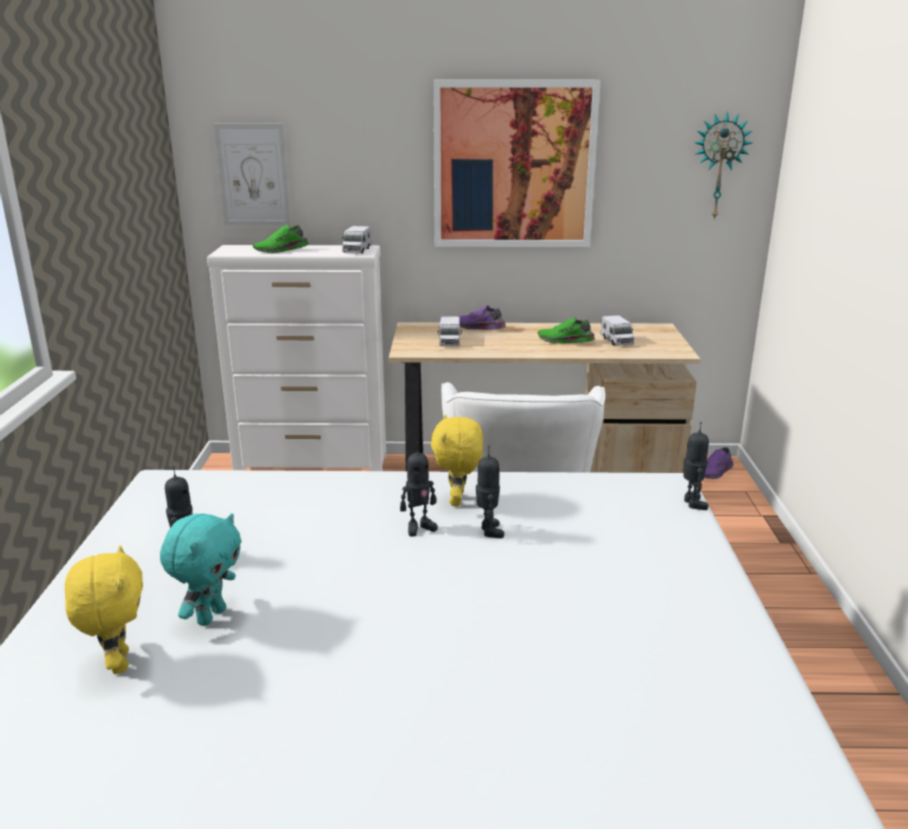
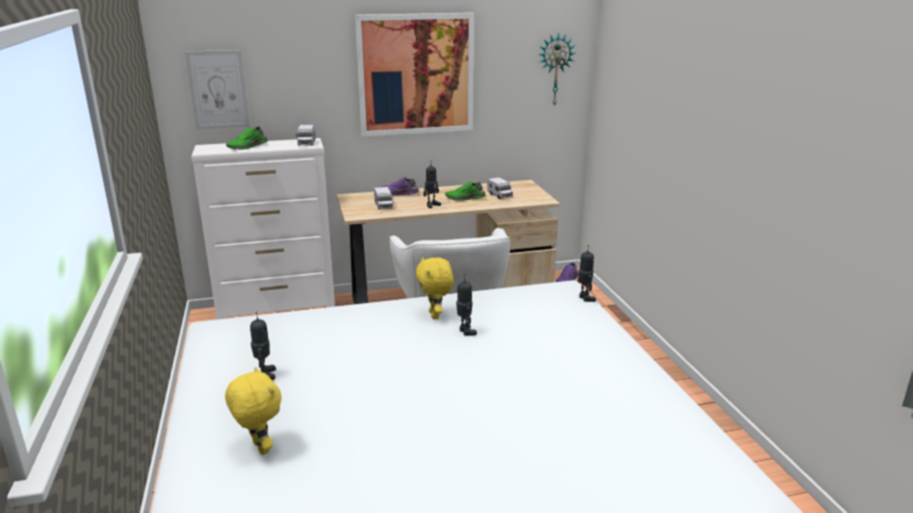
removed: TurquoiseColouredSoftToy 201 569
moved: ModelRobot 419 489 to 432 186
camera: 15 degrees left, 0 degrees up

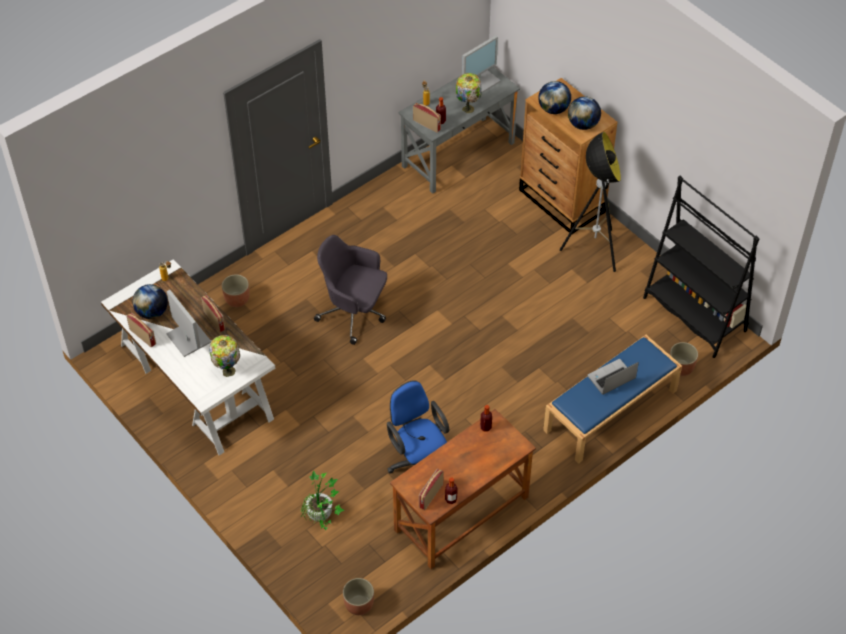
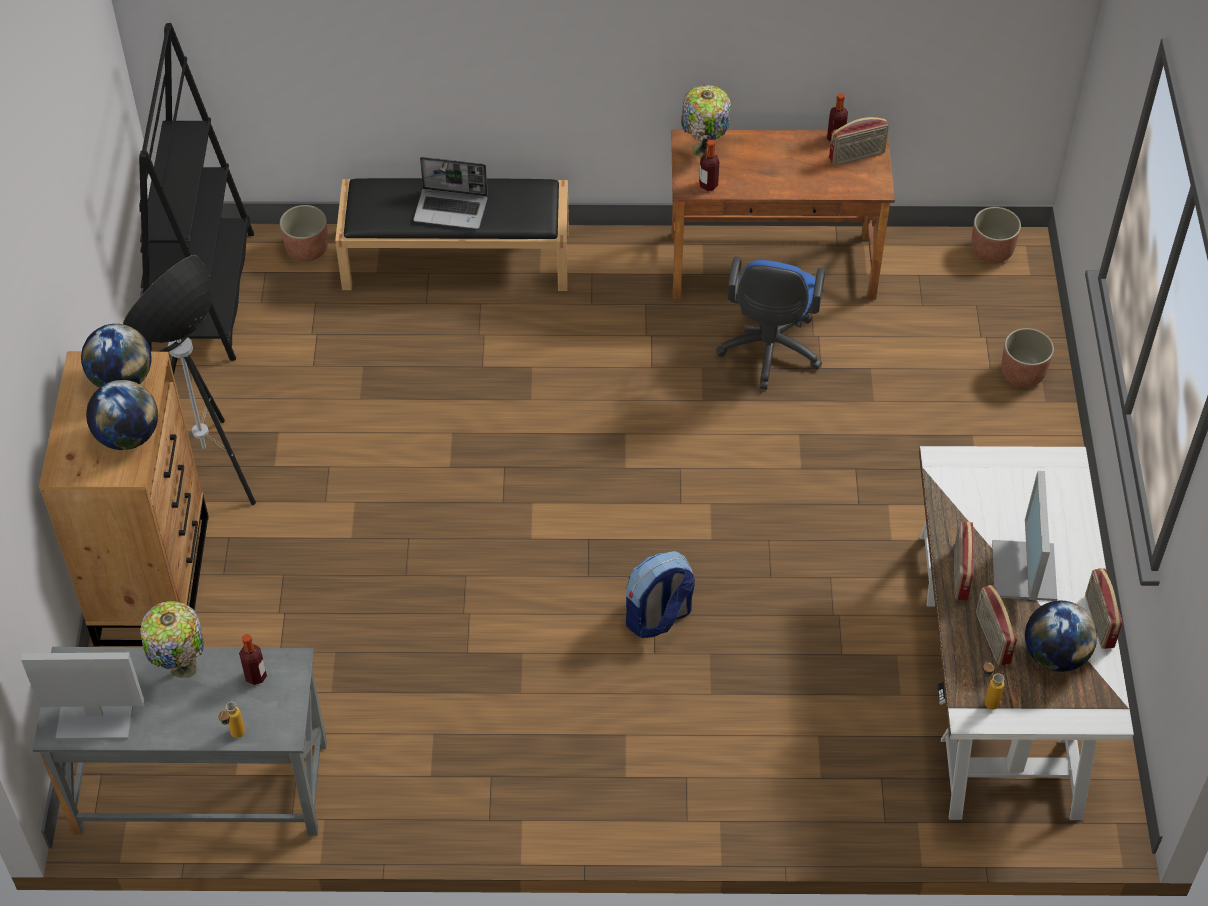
removed: PlantInAPot 323 500
moved: LampForATable 224 356 to 706 121; Planter 235 290 to 1028 357; RadioReceiver 427 118 to 996 625
replaced: GrayDeskChair 350 290 to Backpack 660 594
recoloured: BlueBench 612 399 to BlackishBench 452 234
camera: 140 degrees left, 0 degrees up

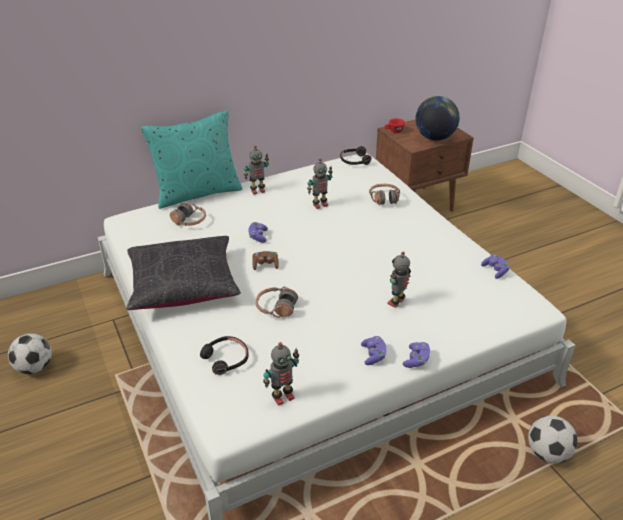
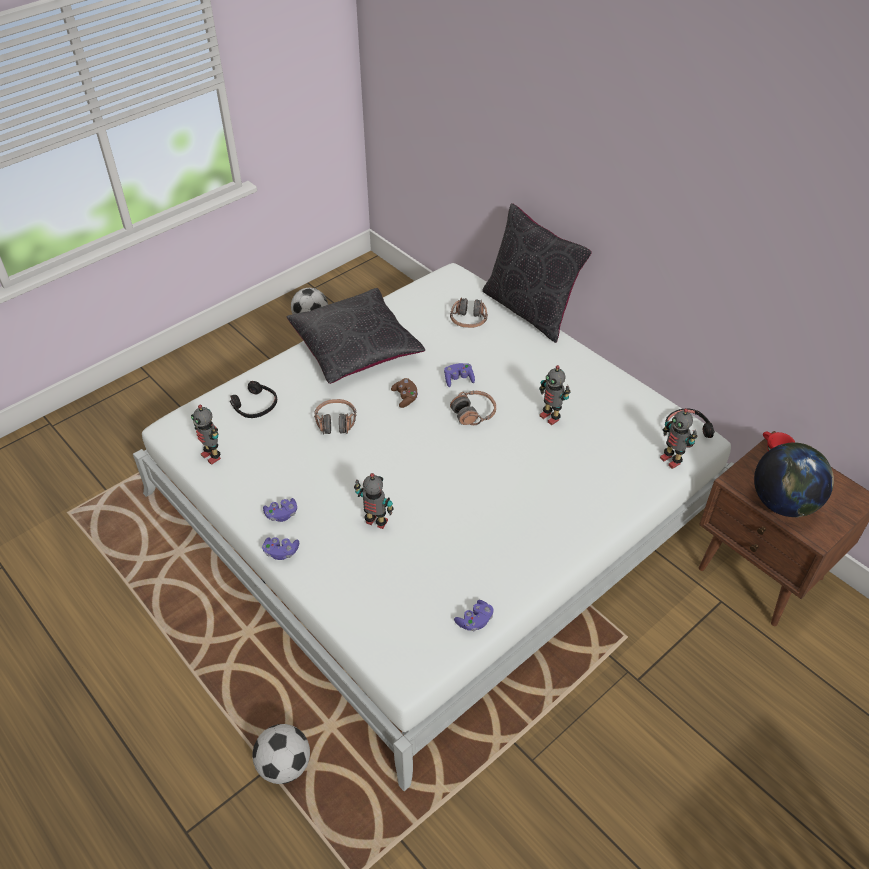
moved: ModelRobot 256 169 to 678 438; Headphones 384 194 to 473 408
recoloured: TurquoiseColouredPillow 191 160 to BlackishPillow 537 273
camera: 75 degrees right, 10 degrees up

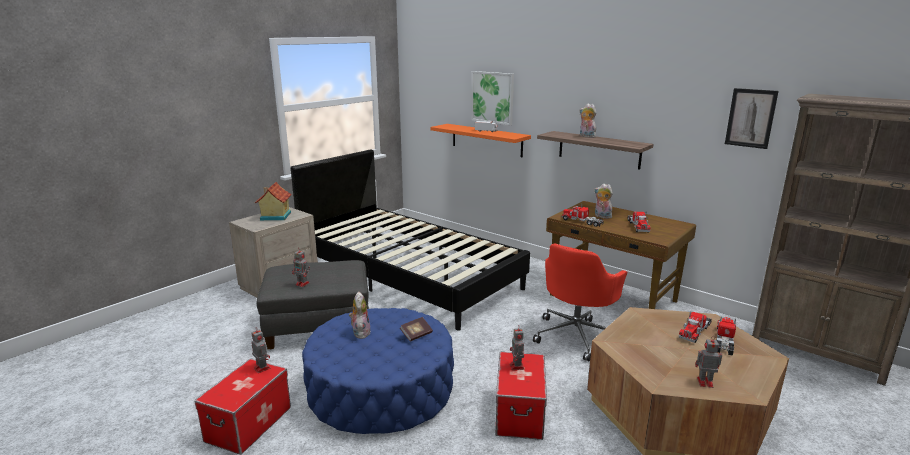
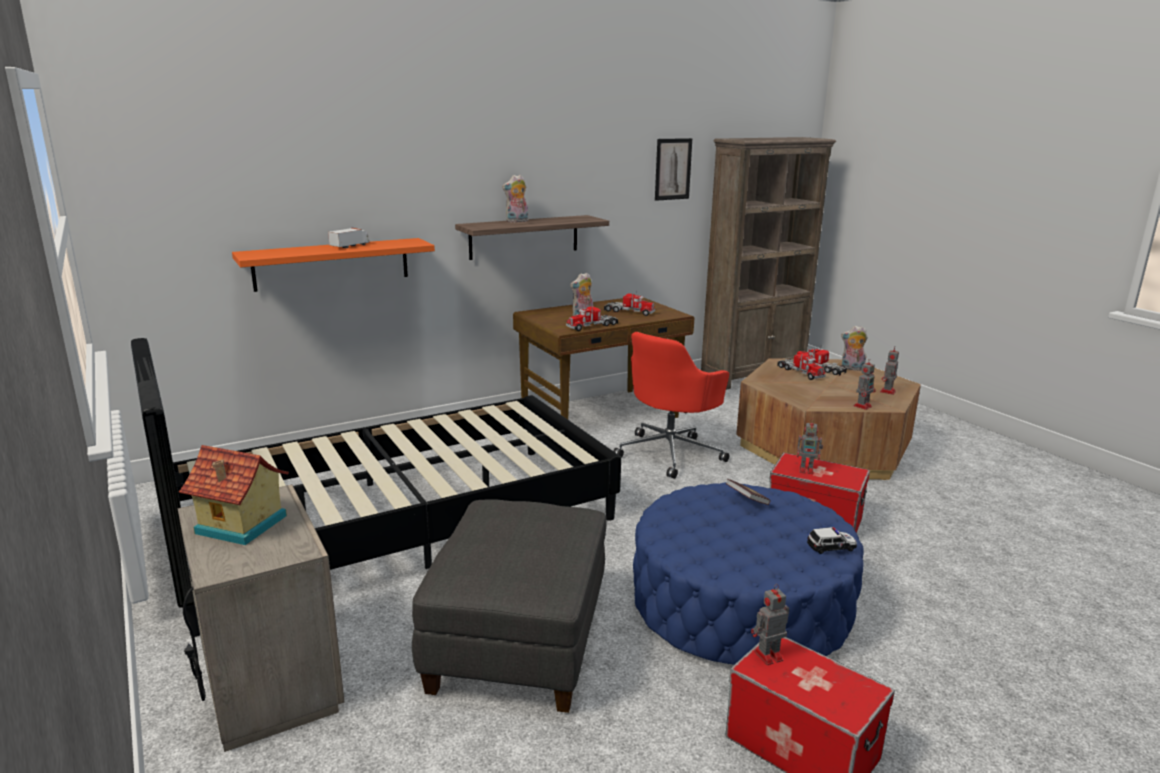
removed: WallArt 492 98
added: ModelCar 832 540
moved: ModelRobot 301 267 to 865 384; SoftToy 360 315 to 854 348
turned: RedDeskChair 580 303 = 671 405 75 degrees clockwise
camera: 70 degrees left, 0 degrees up

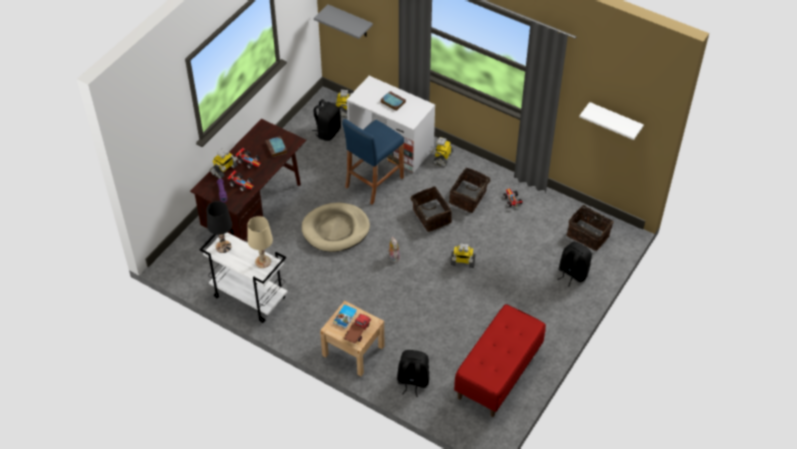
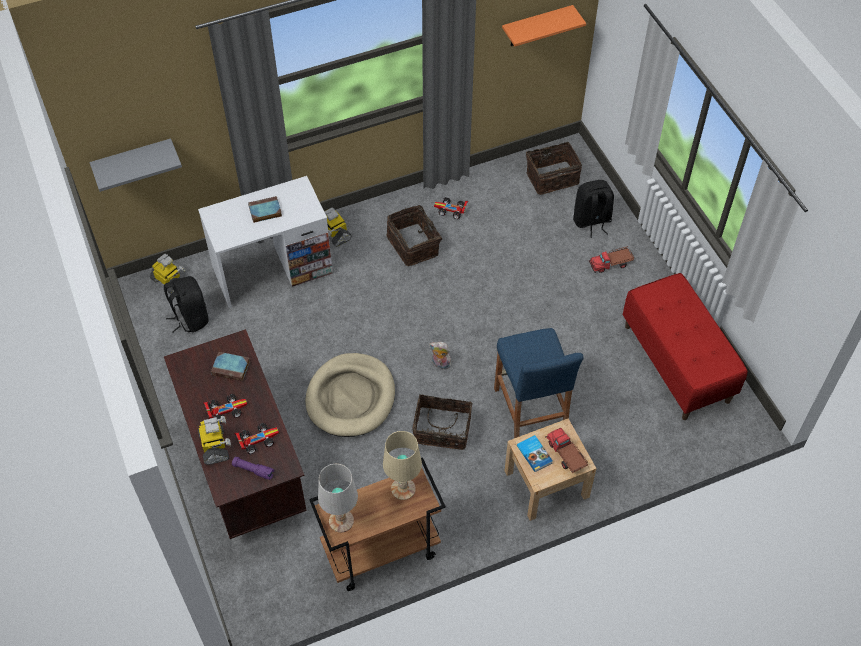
removed: BlackishBackpack 413 373; ModelRobot 463 255
added: ToyTruck 611 259
moved: BlueStoolSeat 373 162 to 539 383; HouseholdBasket 431 209 to 442 422
recoloured: WhitishTrolley 243 276 to BrownColouredTrolley 377 524; BlackishLampForATable 219 227 to WhitishLampForATable 338 498; WhitishBracketShelf 611 121 to OrangeColouredBracketShelf 544 26
camera: 55 degrees left, 5 degrees up

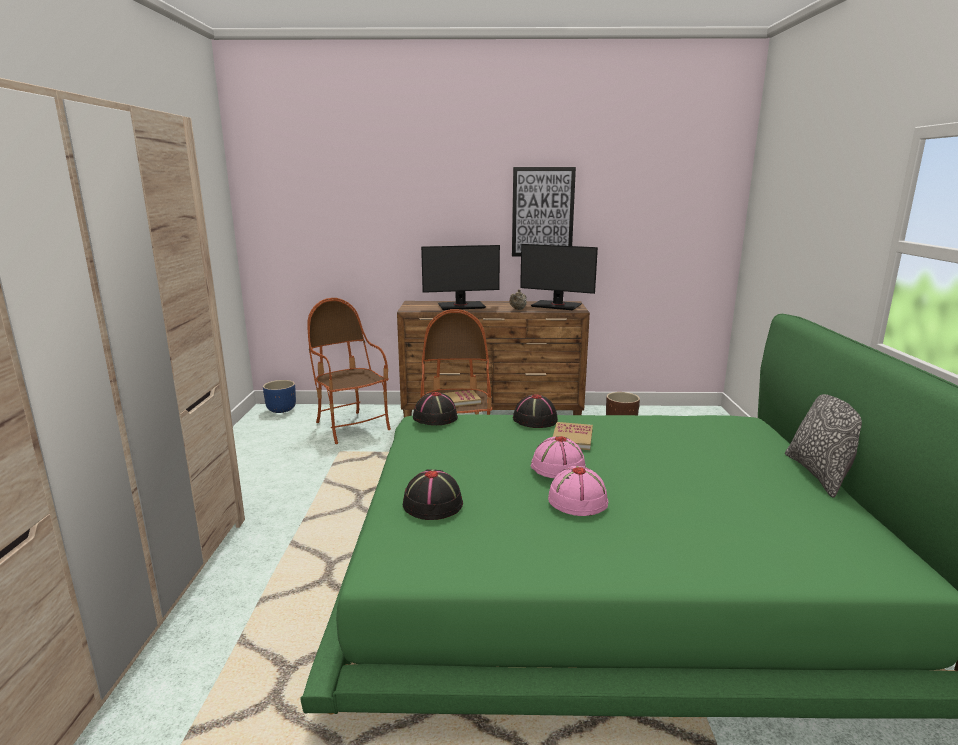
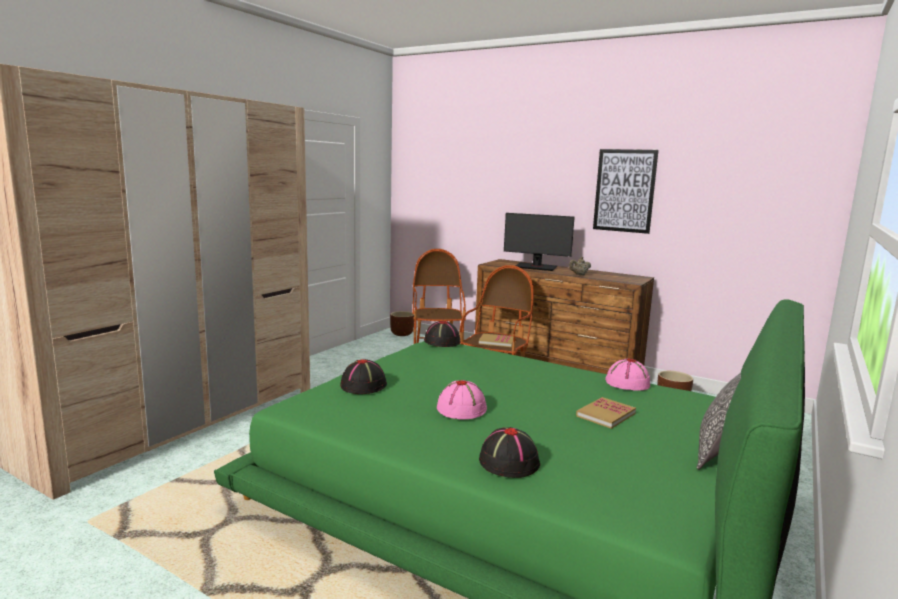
removed: ComputerDisplay 559 277
moved: BlackishWearableHat 535 411 to 509 452; PinkishWearableHat 558 457 to 627 374; BoundBook 573 436 to 606 413
recoloured: BluePlanter 279 396 to BrownColouredPlanter 402 323
camera: 30 degrees right, 5 degrees down

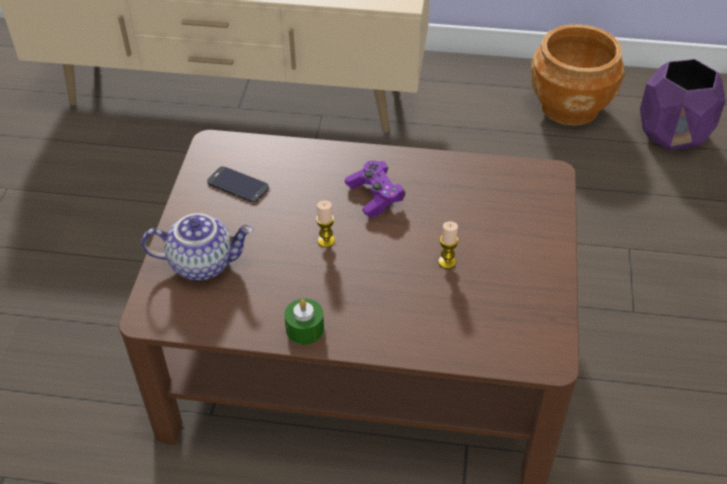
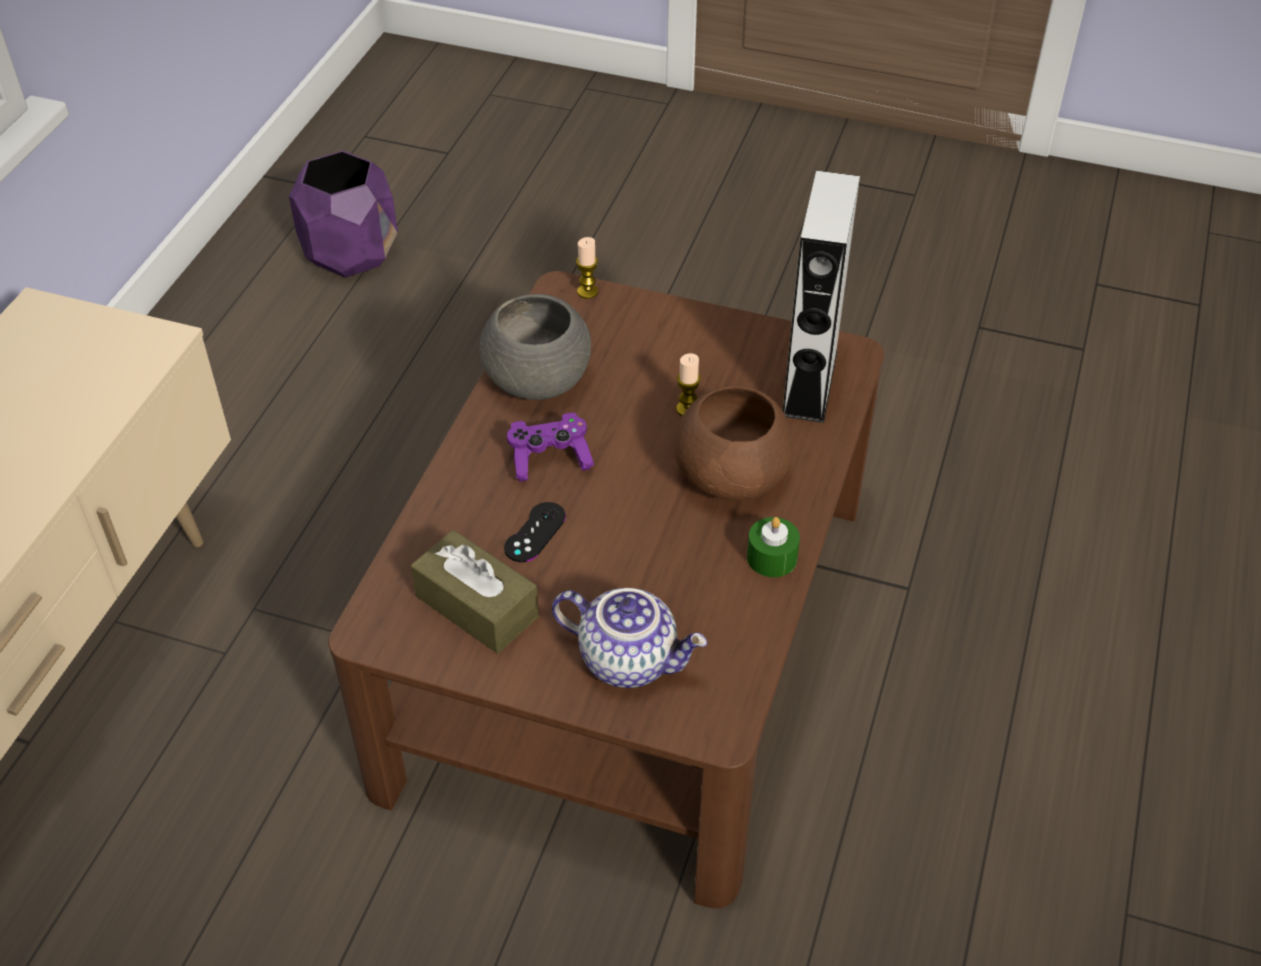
removed: BrownColouredPlanter 578 75
added: GrayDeepDish 535 347; BlackishJoypad 535 532; BrownColouredDeepDish 733 443; GraySpeaker 821 297
moved: WaxCandle 325 224 to 587 268
replaced: Phone 238 184 to BrownColouredBoxOfTissues 475 592
turned: Teapot 197 246 = 629 638 105 degrees clockwise
camera: 80 degrees left, 0 degrees up

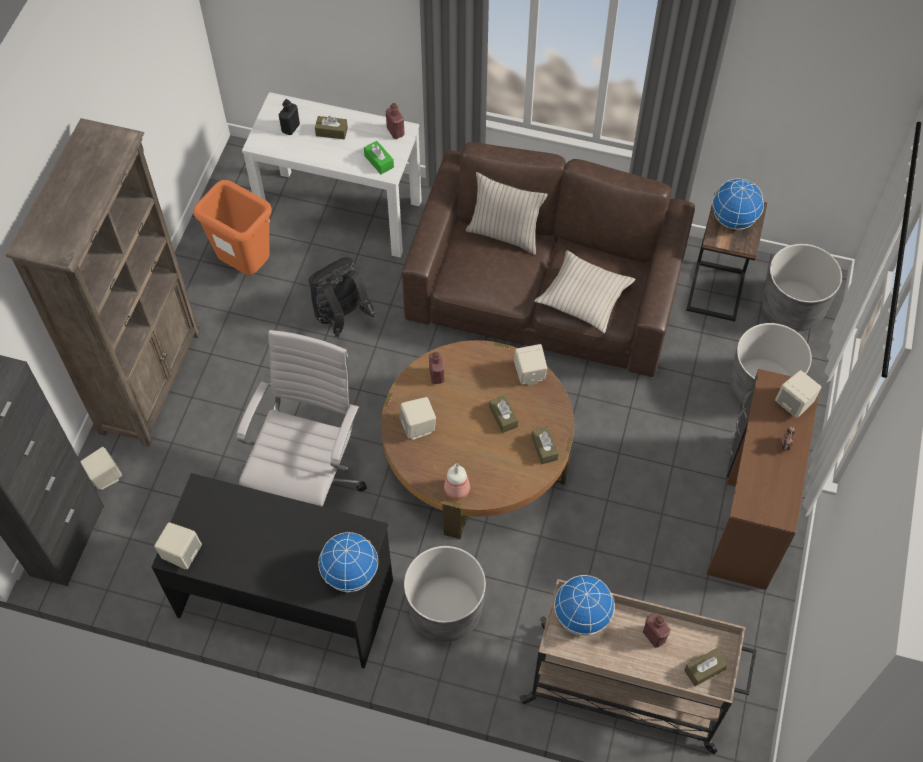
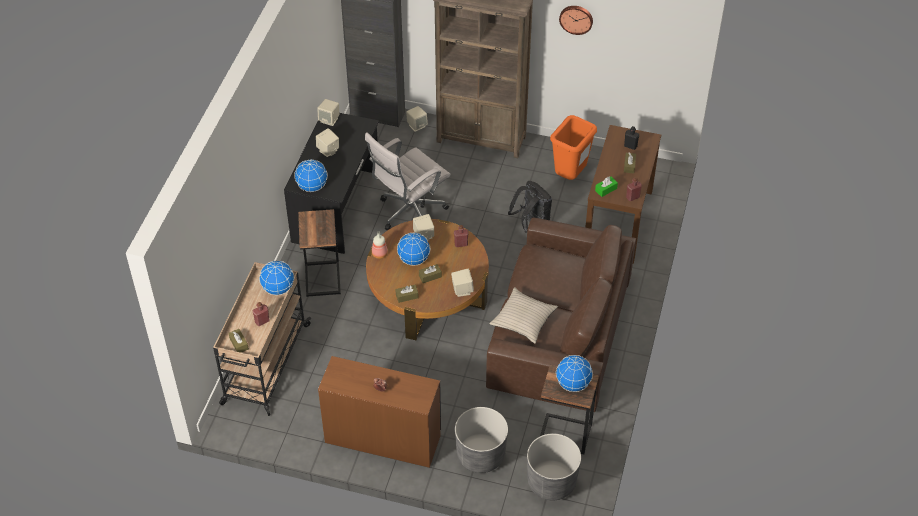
removed: SandColouredPillow 507 213
added: WorldGlobe 413 249; ClockOnTheWall 576 20
moved: SandColouredSpeaker 798 394 to 327 142
replaced: GrayPlanter 445 594 to SideTable 319 253
recoloured: WhitishConsoleTable 332 175 to BrownColouredConsoleTable 623 194
turned: WhitishDeskChair 302 418 = 407 181 120 degrees clockwise
camera: 90 degrees right, 10 degrees down

